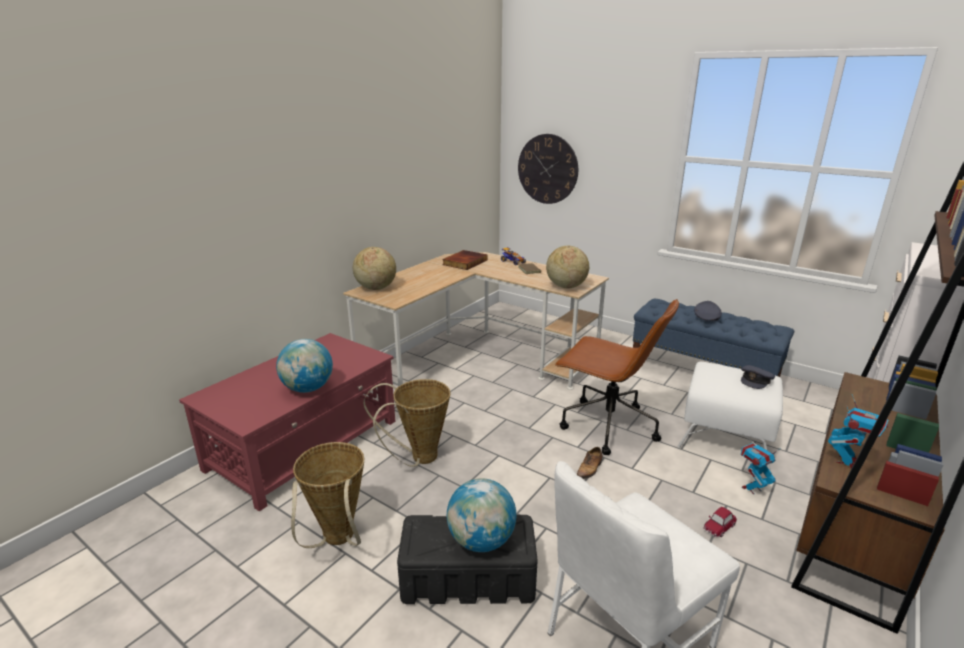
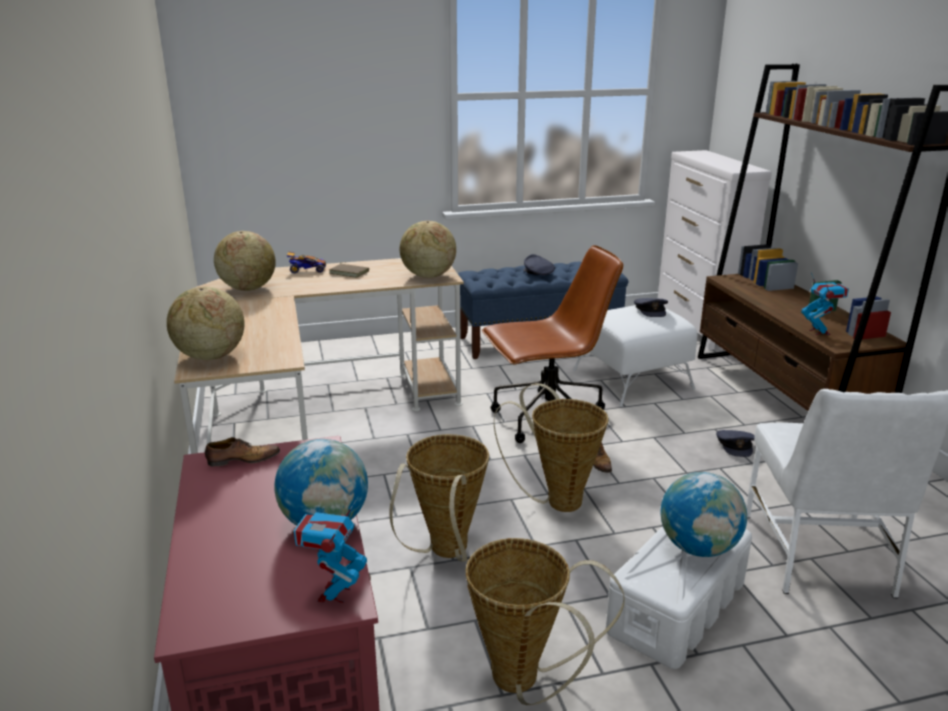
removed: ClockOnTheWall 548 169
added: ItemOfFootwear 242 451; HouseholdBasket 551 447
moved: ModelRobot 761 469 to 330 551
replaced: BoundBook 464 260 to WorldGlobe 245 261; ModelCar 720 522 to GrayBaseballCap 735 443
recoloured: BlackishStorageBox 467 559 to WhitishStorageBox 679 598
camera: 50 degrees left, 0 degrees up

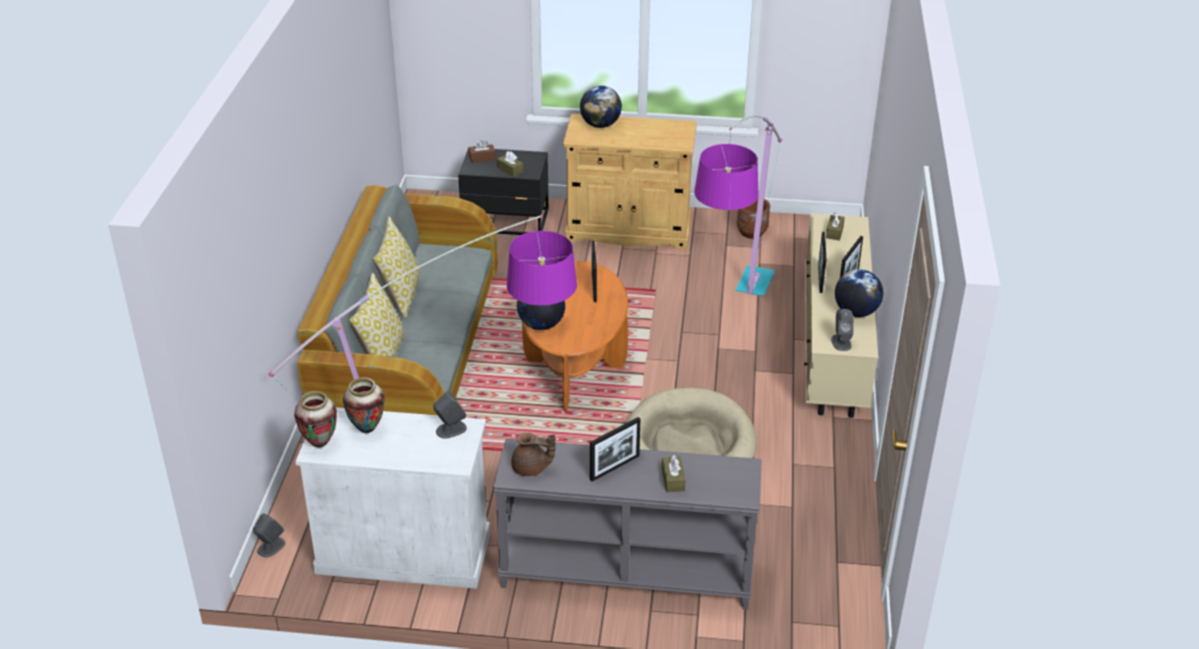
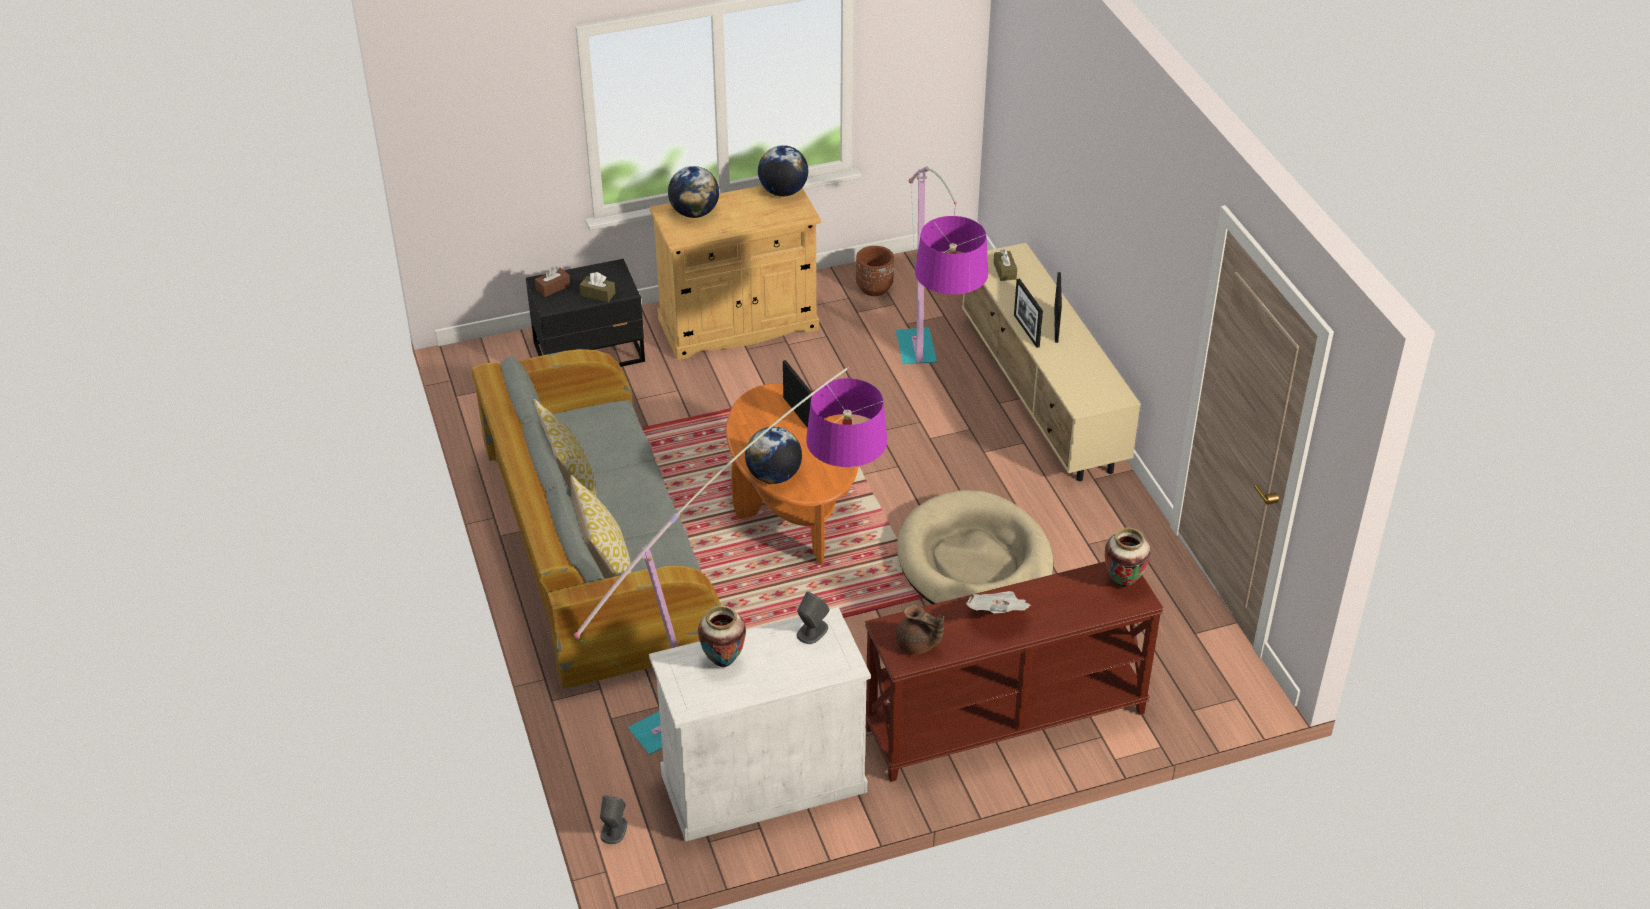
removed: BrownColouredBoxOfTissues 674 473; GraySpeaker 842 330
moved: Vase 315 419 to 1128 557; WorldGlobe 859 293 to 783 170
replaced: StandingFrame 615 449 to Newspaper 998 602
recoloured: GrayConsoleTable 628 524 to BrownColouredConsoleTable 1014 672
turned: BrownColouredTeapot 533 454 = 919 629 45 degrees clockwise
camera: 25 degrees left, 5 degrees up

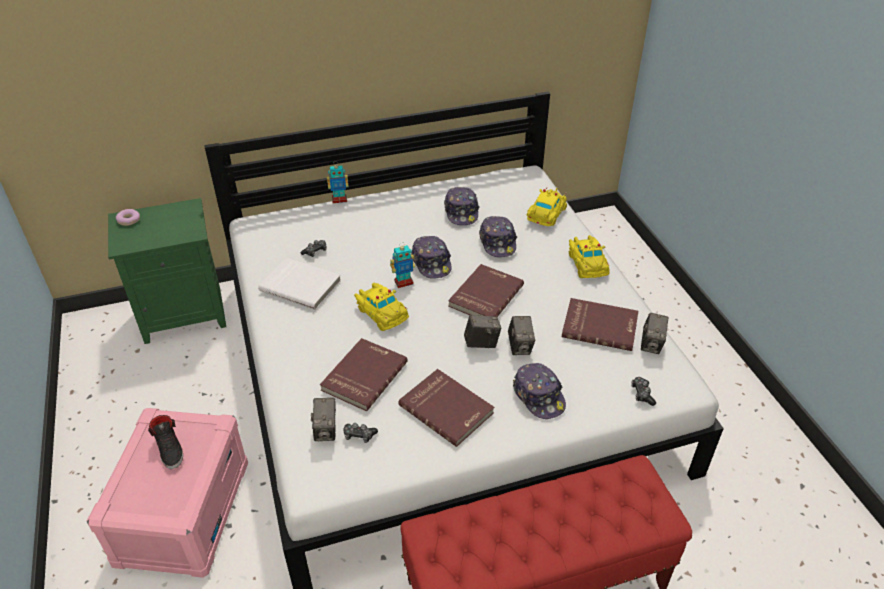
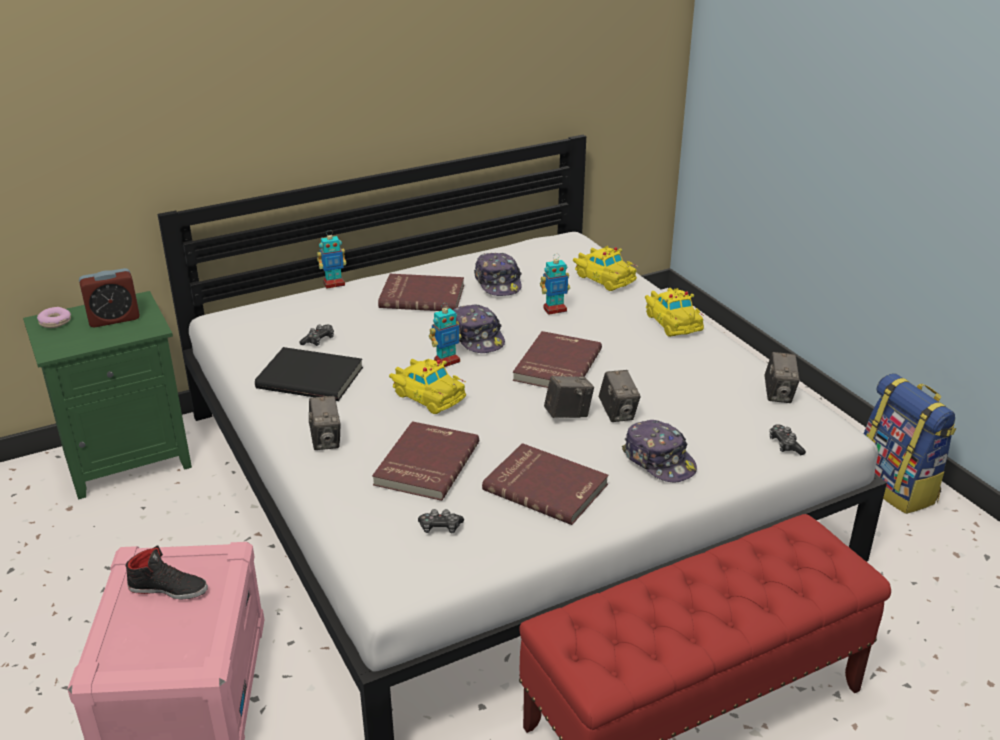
added: AlarmClock 109 298; Backpack 910 444
moved: PhotoCamera 323 420 to 325 423; RedBoundBook 600 324 to 421 292
replaced: BaseballCap 498 236 to ModelRobot 555 284
recoloured: WhitishBoundBook 299 284 to BlackishBoundBook 309 374
turned: BlackishItemOfFootwear 165 442 = 167 572 45 degrees counterclockwise; YellowColouredModelCar 547 206 = 605 268 120 degrees clockwise
camera: 10 degrees left, 10 degrees down

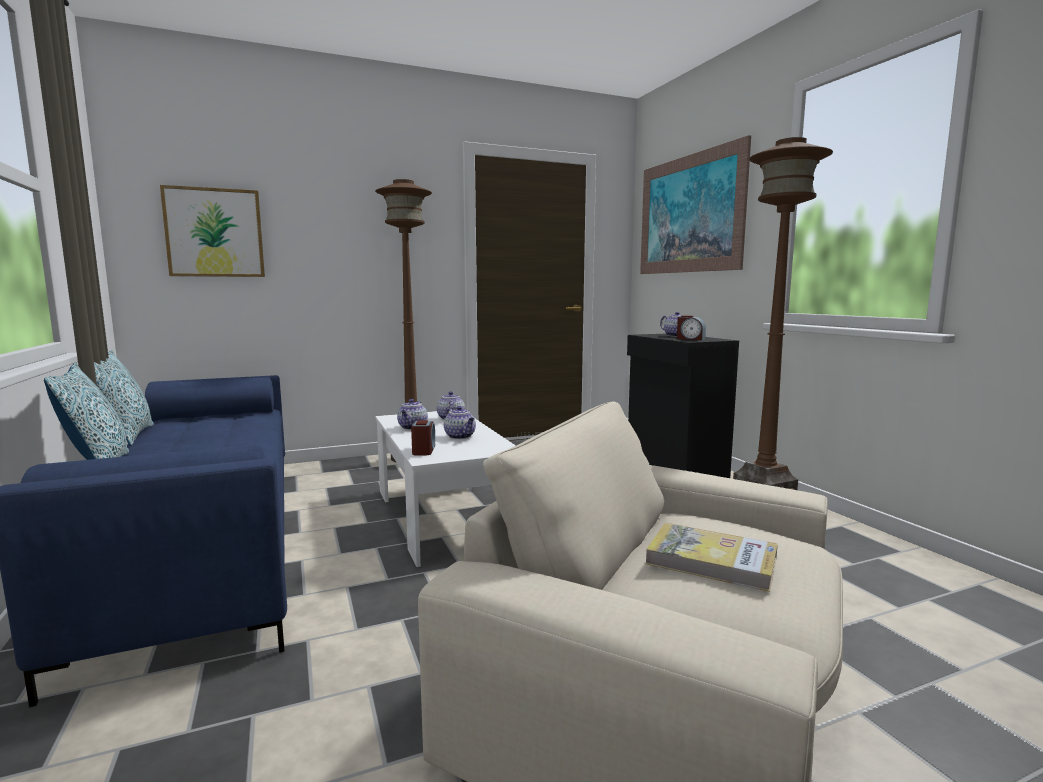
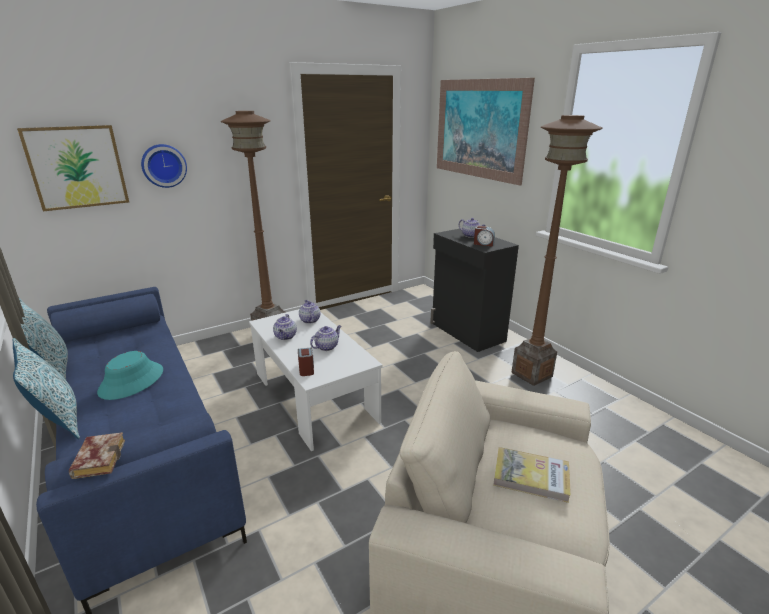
added: BoundBook 97 455; TurquoiseColouredWearableHat 130 375; ClockOnTheWall 164 166
turned: Teapot 460 422 = 325 338 90 degrees counterclockwise
camera: 10 degrees left, 15 degrees up

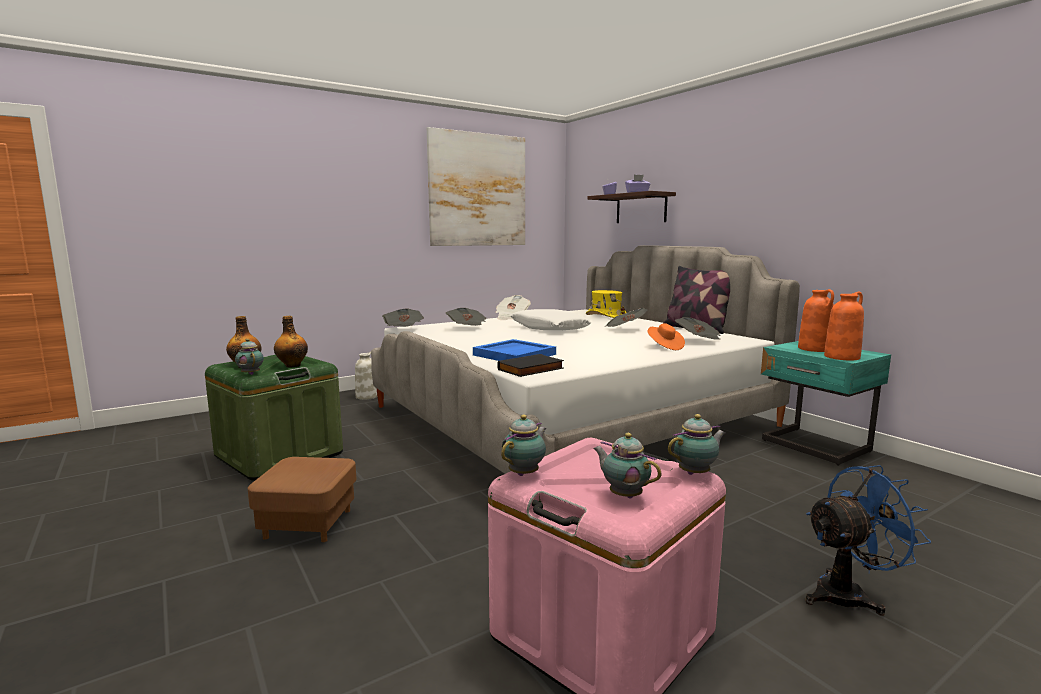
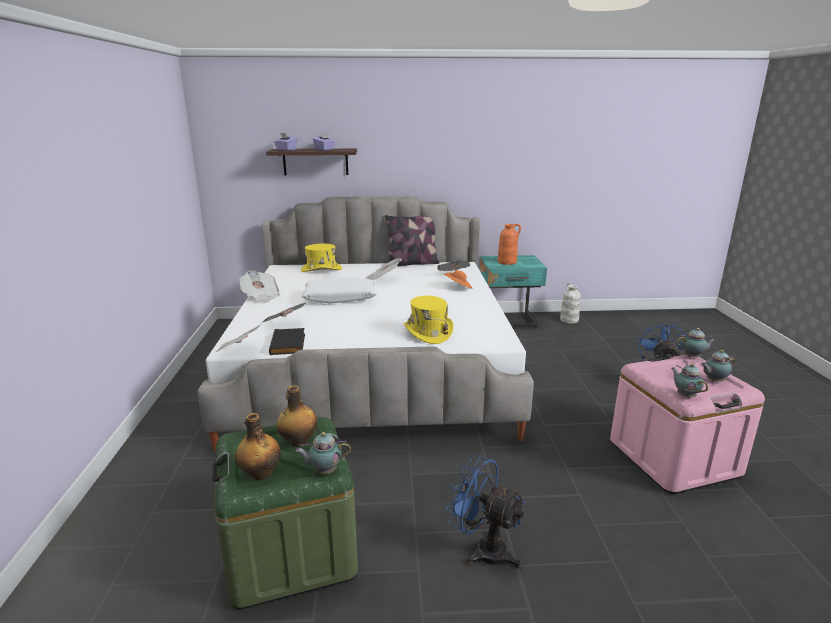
removed: WallArt 476 186; OrangeColouredVase 844 326
moved: WhitishVase 366 376 to 570 303; BlackishBoundBook 530 365 to 287 341
replaced: BrownColouredFootrest 302 499 to BlueFan 486 512; BlueCarryingTray 514 350 to YellowColouredWearableHat 429 320
turned: Teapot 697 444 = 696 342 90 degrees clockwise
camera: 60 degrees left, 10 degrees up

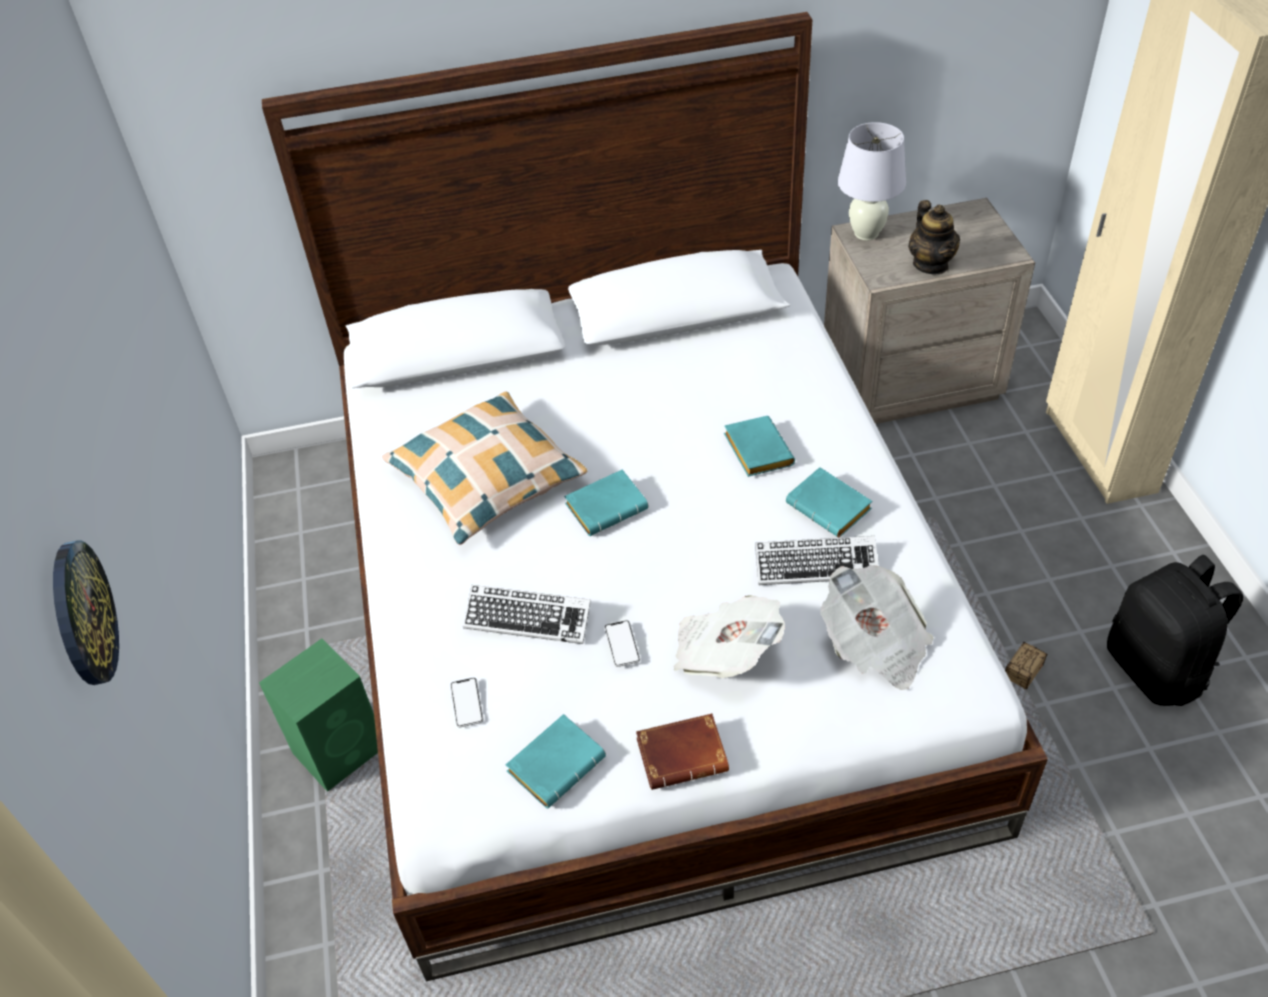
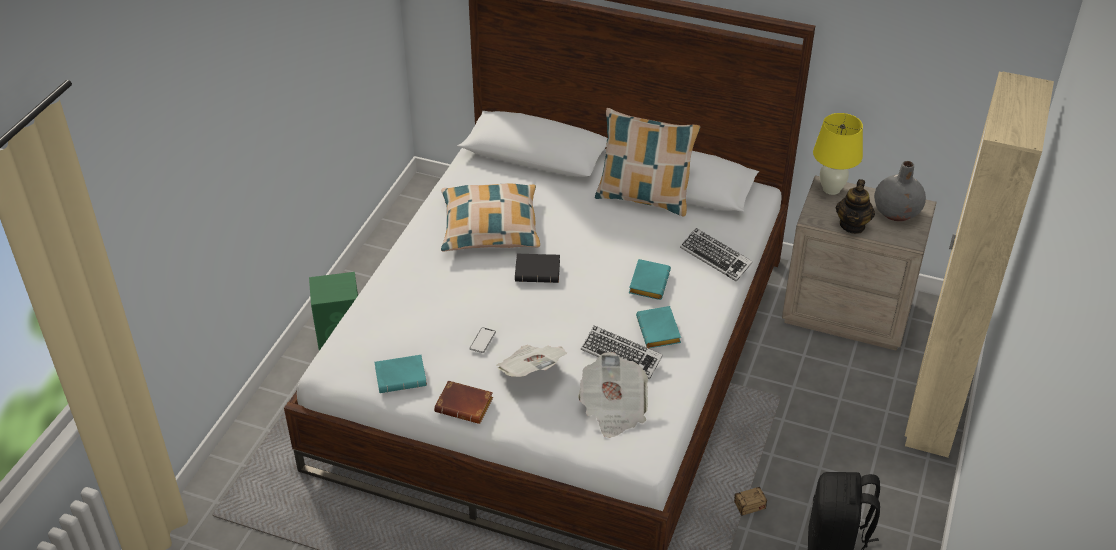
removed: ClockOnTheWall 86 613; Phone 467 703
added: Pillow 647 162; GrayVase 900 191
moved: PcKeyboard 527 614 to 716 255
recoloured: TurquoiseColouredBoundBook 606 503 to BlackishBoundBook 537 268; WhitishLampForATable 872 181 to YellowColouredLampForATable 838 154
camera: 30 degrees right, 5 degrees down

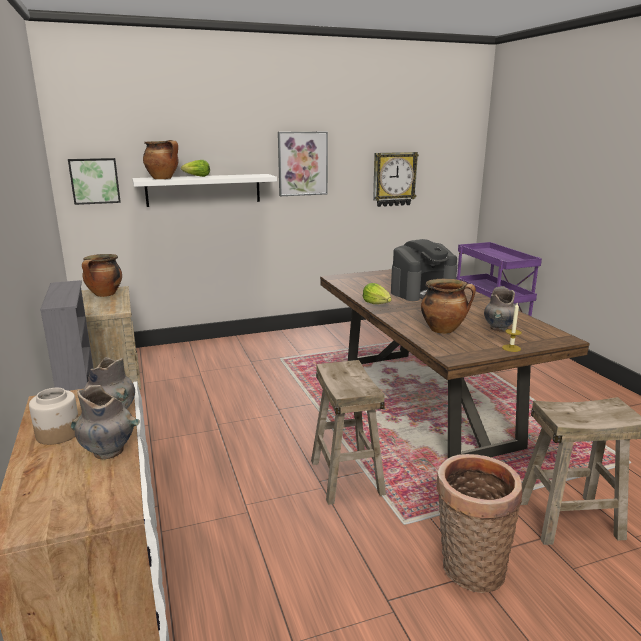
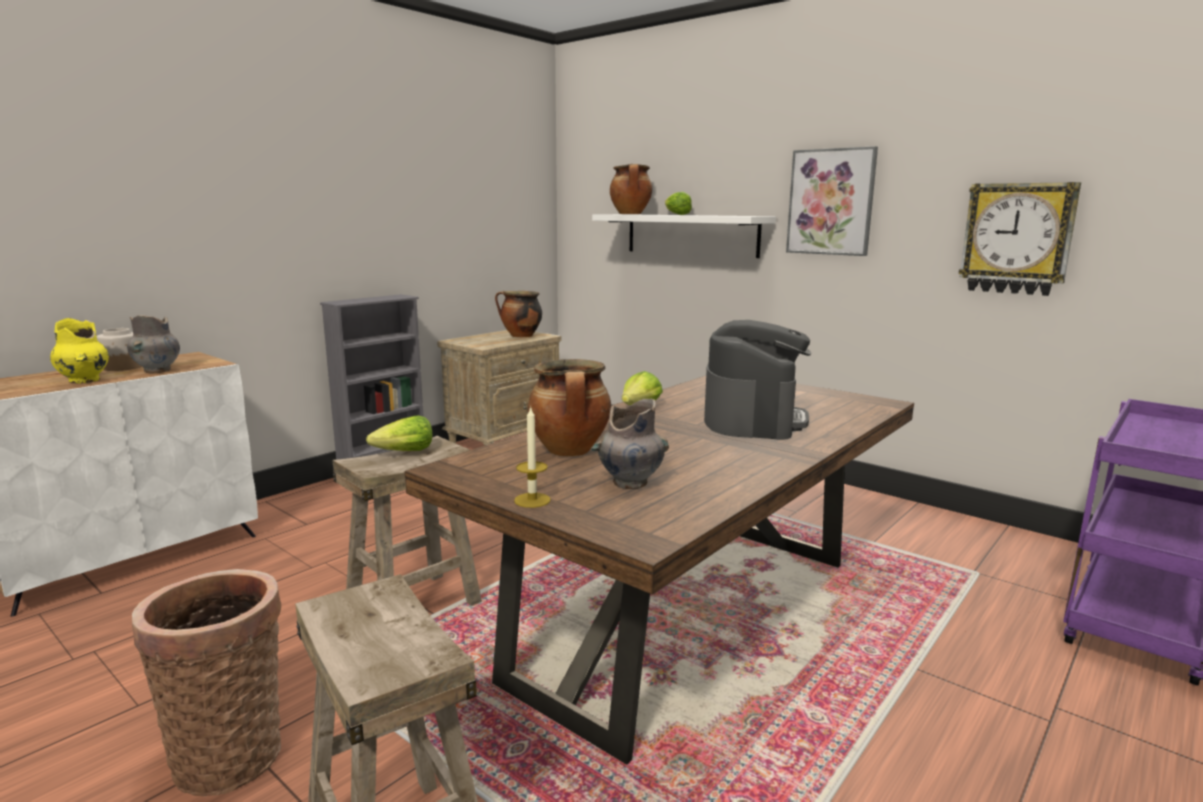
removed: WallArt 94 181
added: HeadOfLettuce 399 433
recoloured: GrayVase 105 422 to YellowColouredVase 79 351
turned: CoffeeBrewer 424 270 = 757 380 105 degrees counterclockwise
camera: 60 degrees right, 5 degrees down

